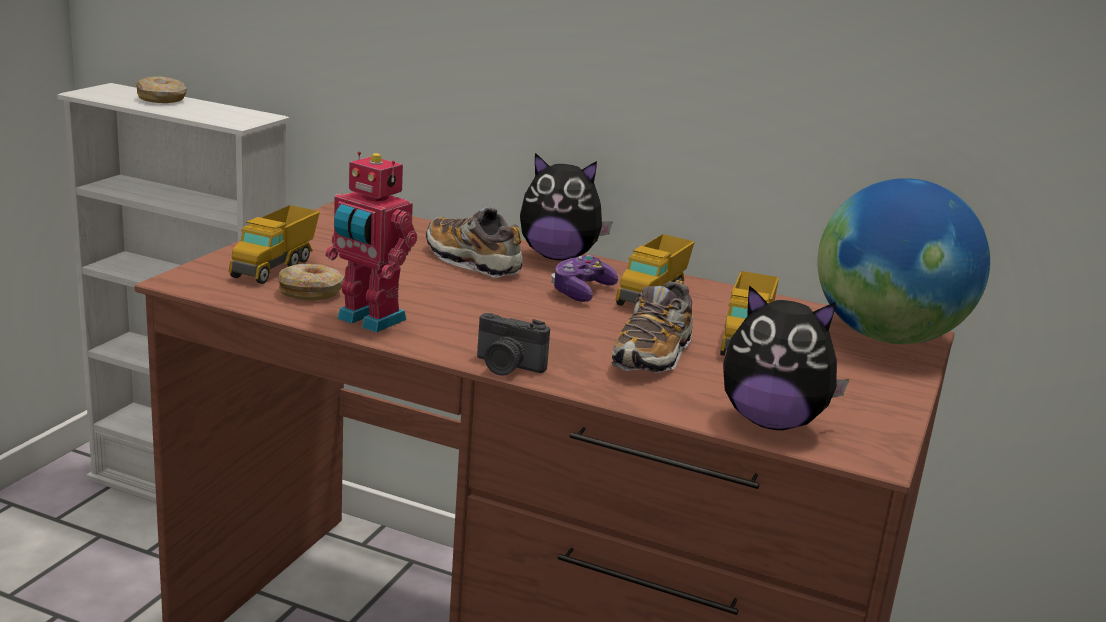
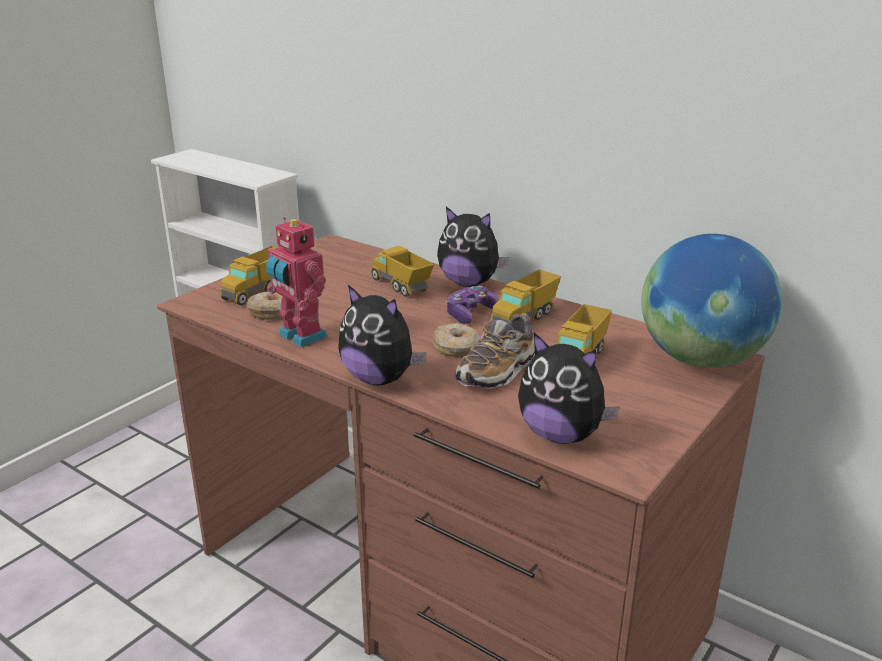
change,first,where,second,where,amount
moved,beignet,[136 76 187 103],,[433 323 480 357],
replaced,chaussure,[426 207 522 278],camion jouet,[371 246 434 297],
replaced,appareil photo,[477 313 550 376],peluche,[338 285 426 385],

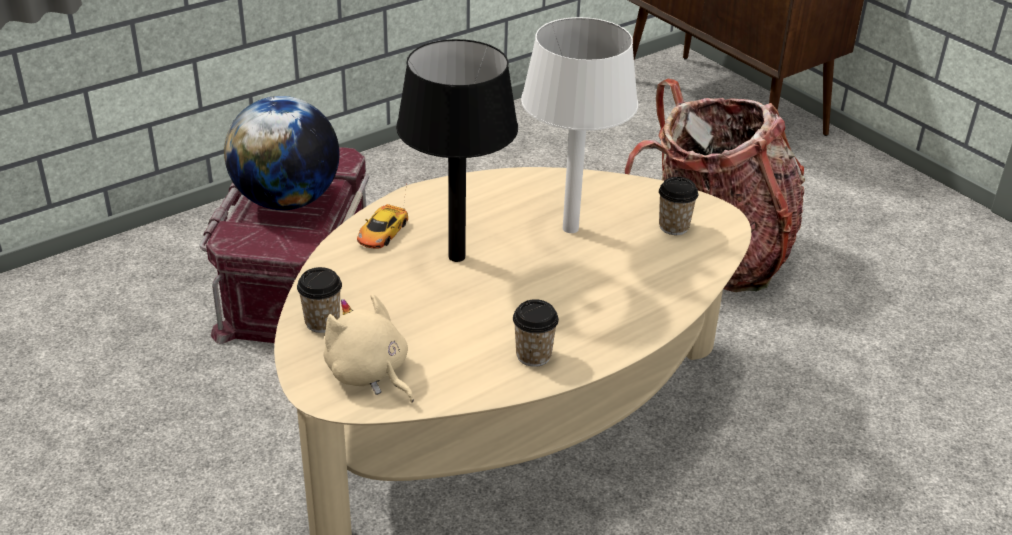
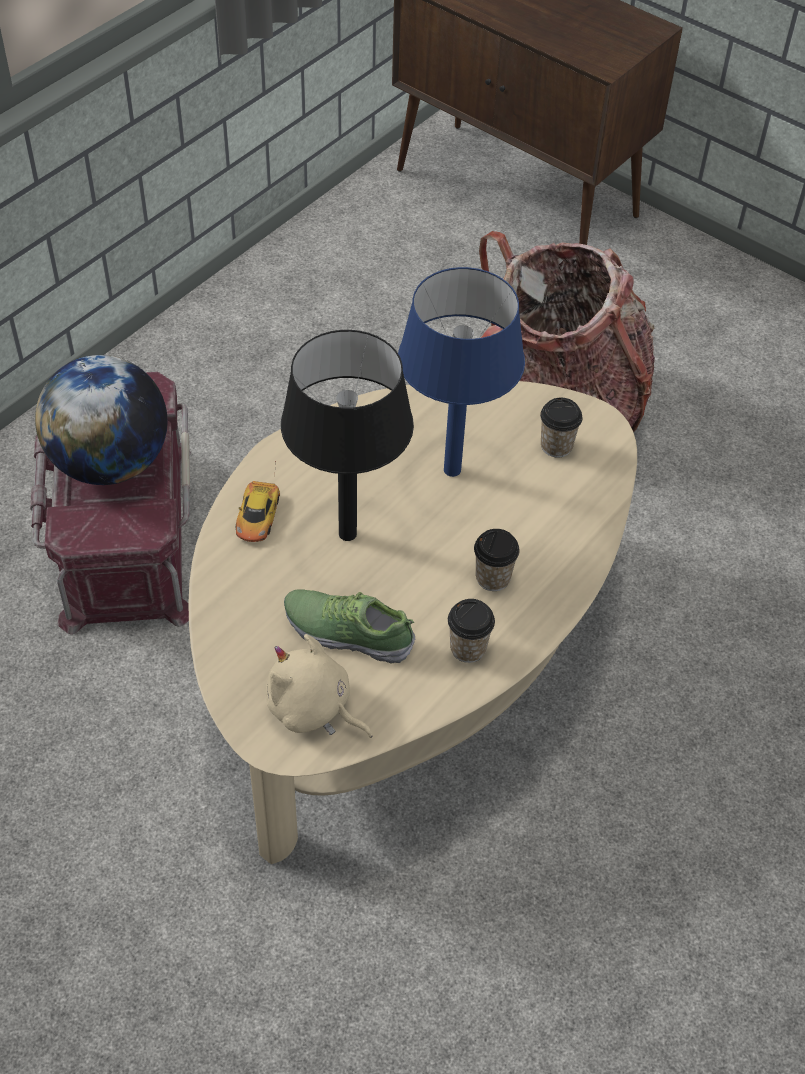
change,first,where,second,where,amount
added,,,chaussure,[284 589 415 663],
moved,tasse,[297 267 342 333],,[474 529 519 591],
recoloured,lampe de table (blanc),[521 17 638 233],lampe de table (bleu),[398 267 525 477],

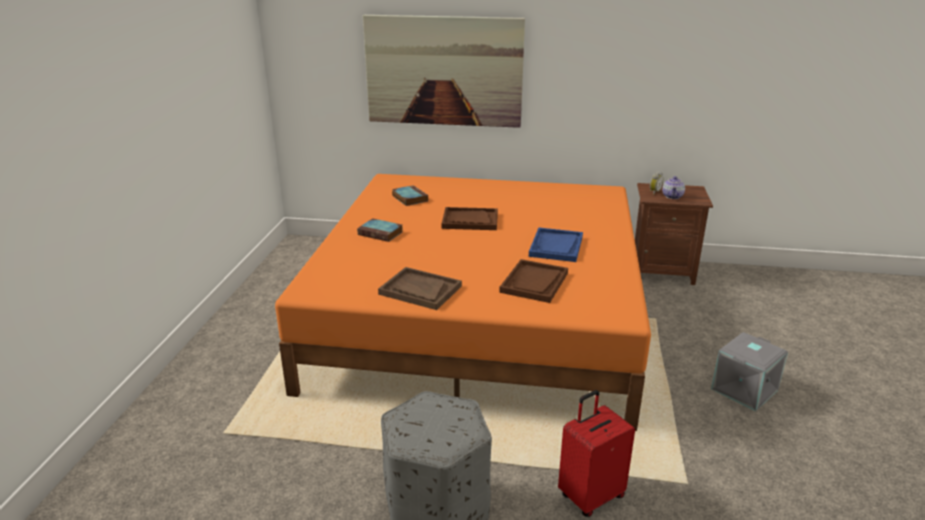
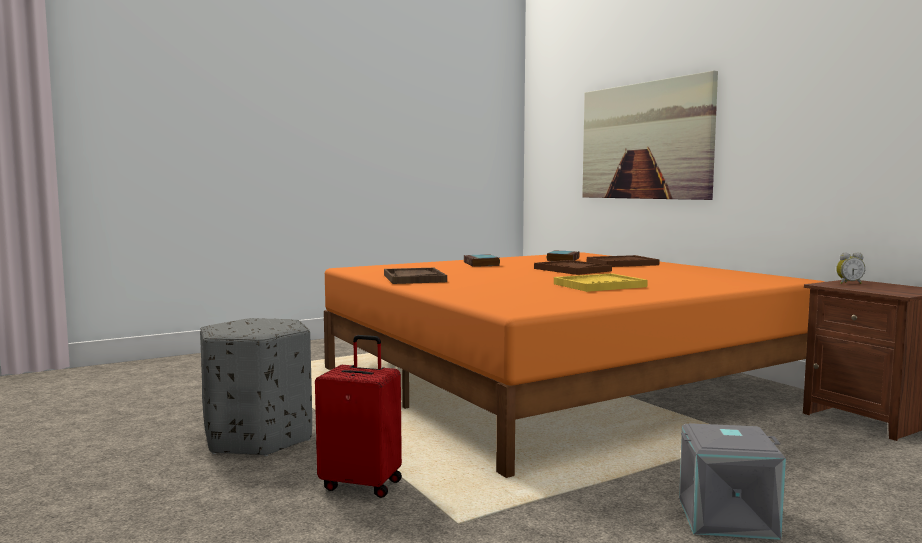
change,first,where,second,where,amount
removed,théière,[662 176 685 199],,,
moved,plateau (marron),[499 259 568 303],,[587 255 660 267],
recoloured,plateau (bleu),[529 228 583 262],plateau (jaune),[554 273 648 292],

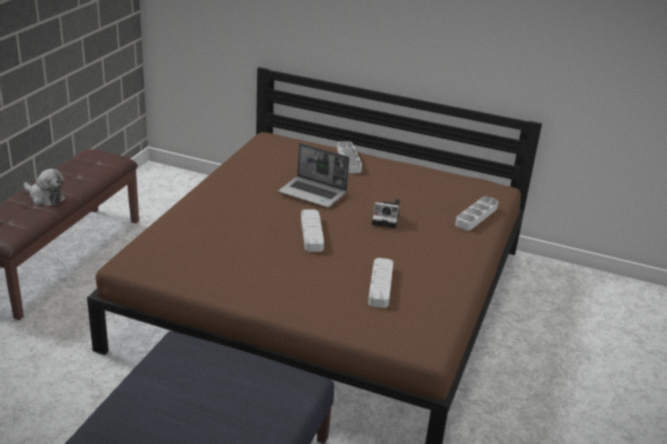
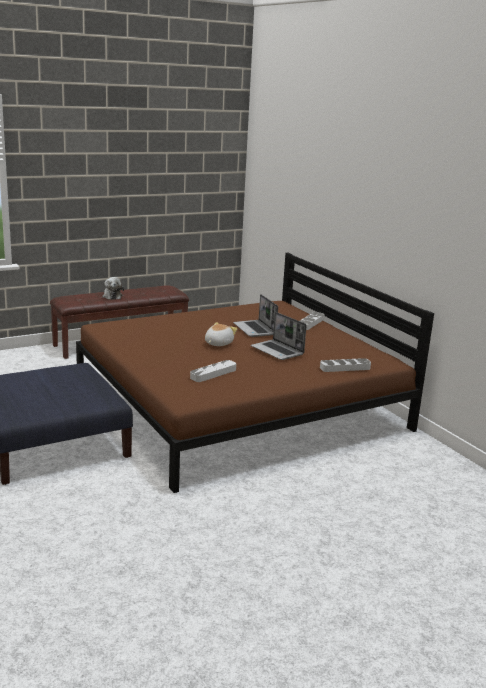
change,first,where,second,where,amount
replaced,plateau (gris),[301 209 324 252],peluche,[205 322 237 346],
replaced,appareil photo,[372 199 400 228],ordinateur portable,[251 312 307 360],

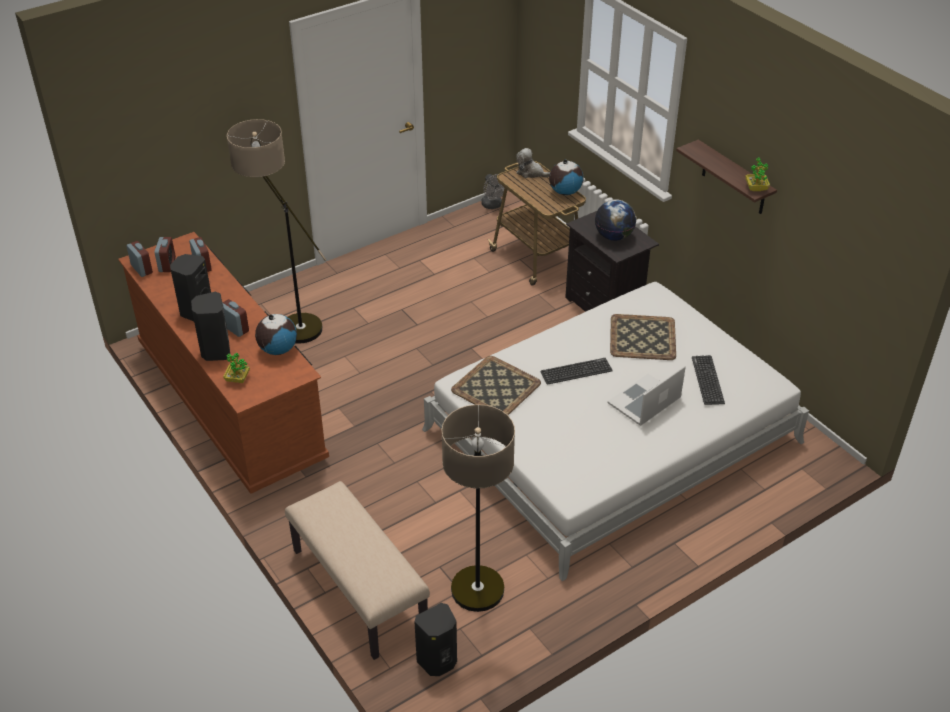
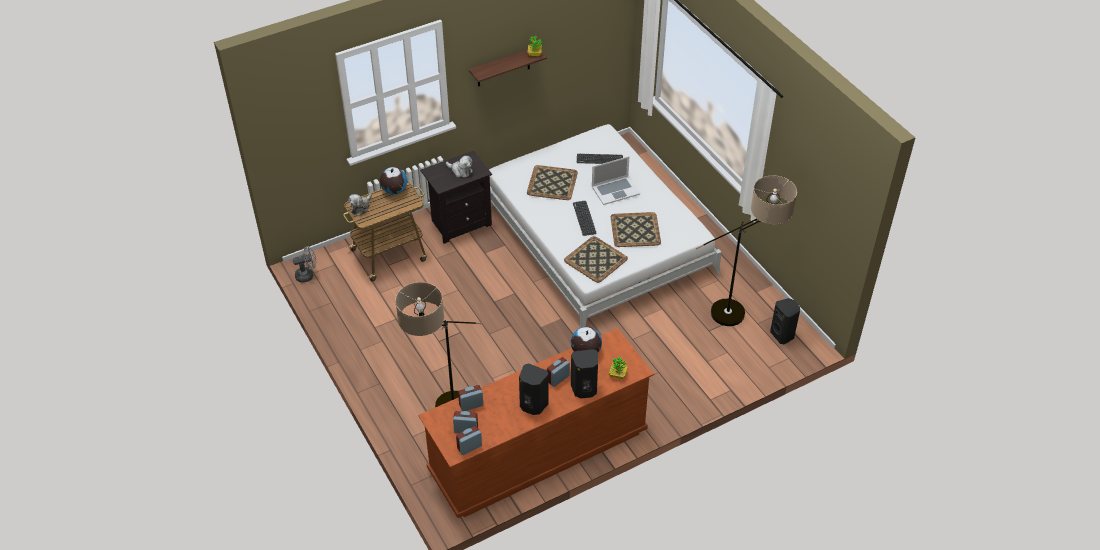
change,first,where,second,where,amount
removed,banc (beige),[285 481 430 660],,,
added,,,plateau,[611 212 661 247],
replaced,globe,[595 199 636 241],peluche,[446 156 473 177],
turned,ordinateur portable,[608 366 686 426],,[592 156 640 205],75 degrees counterclockwise

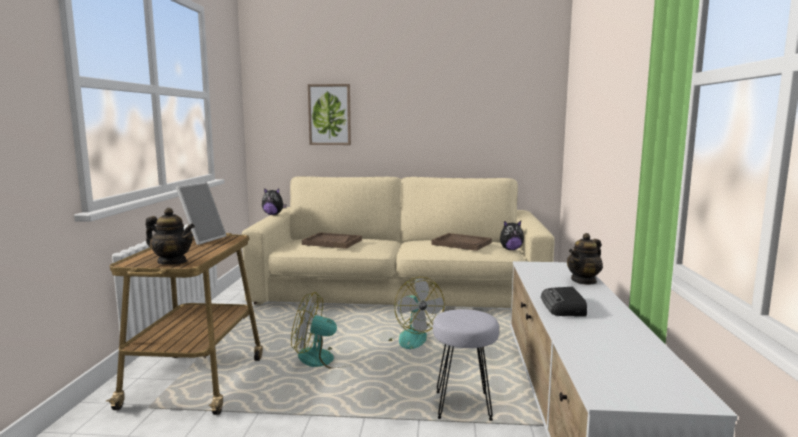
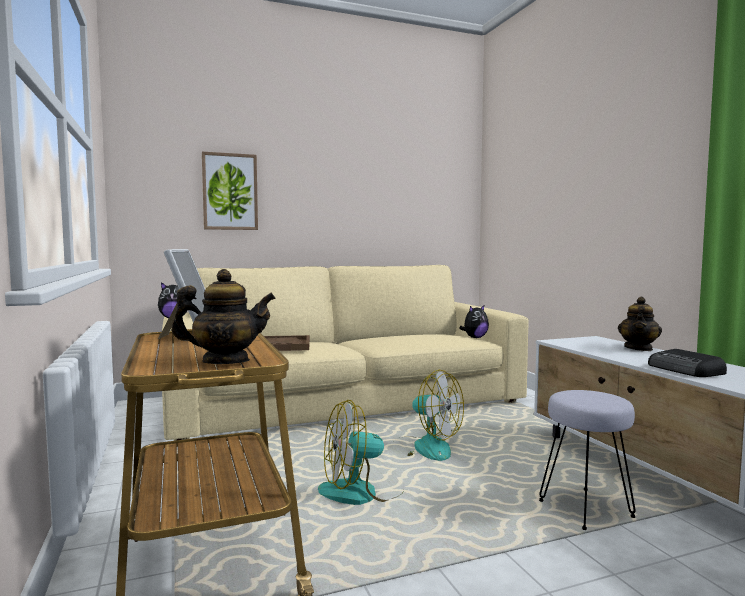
change,first,where,second,where,amount
removed,plateau (marron),[431 233 492 251],,,

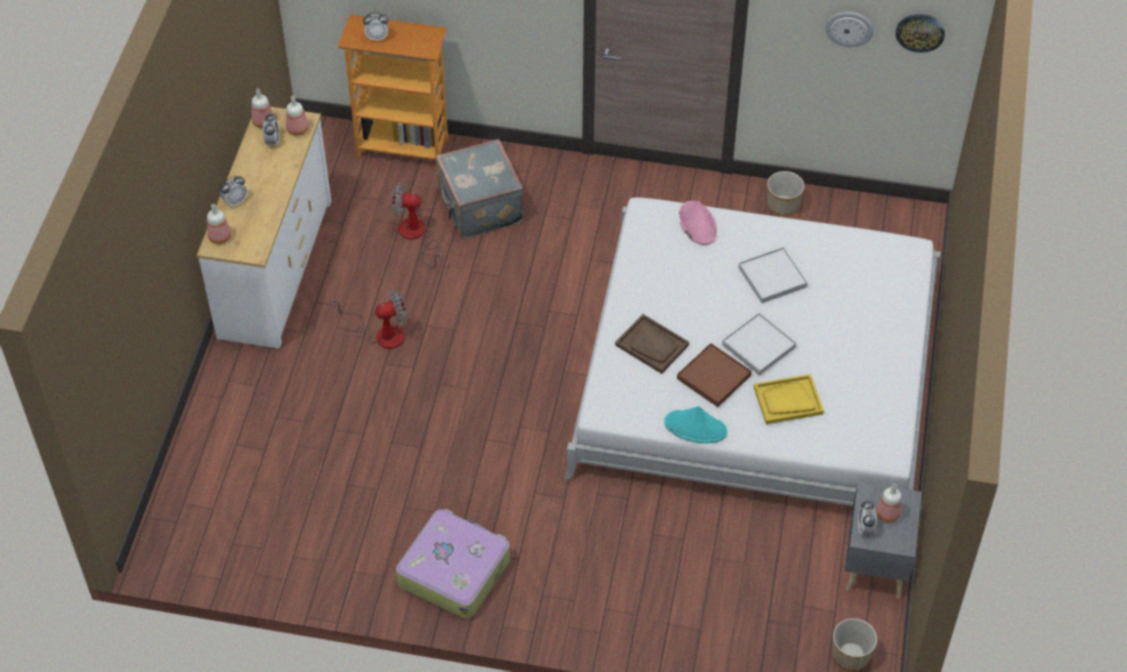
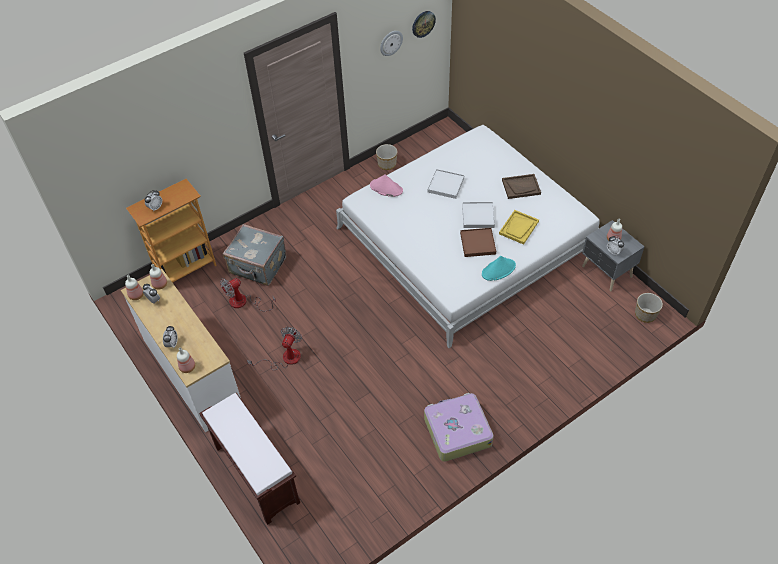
change,first,where,second,where,amount
added,,,banc (marron),[199 393 300 525],
moved,plateau (marron),[615 314 689 374],,[502 174 541 199],

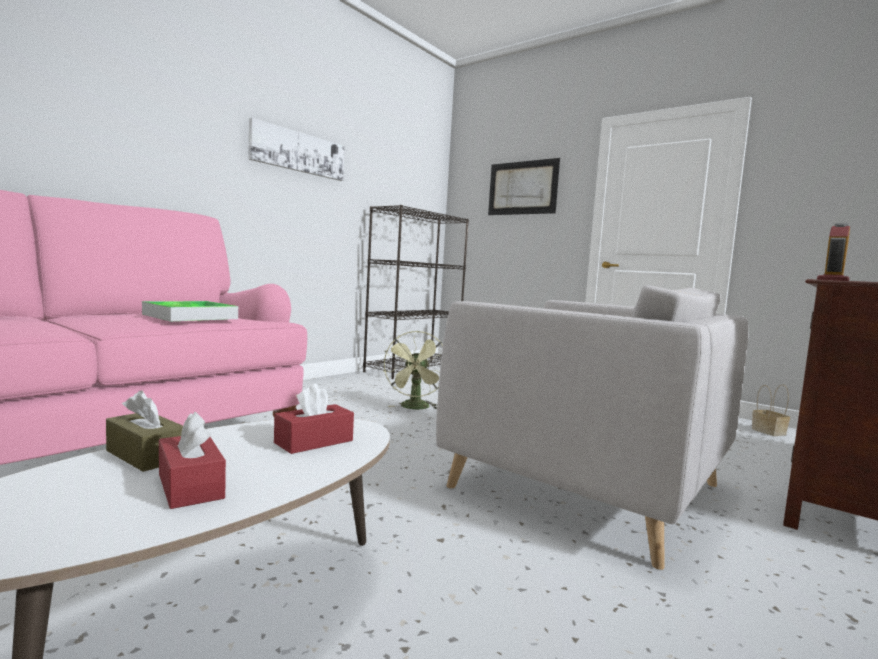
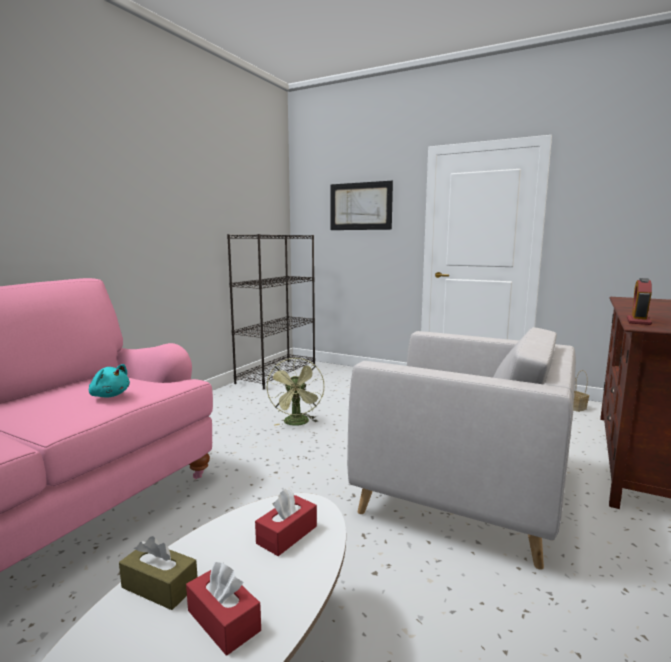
change,first,where,second,where,amount
removed,tableau,[248 118 345 181],,,
replaced,plateau,[142 301 238 321],peluche (turquoise),[89 364 130 398],

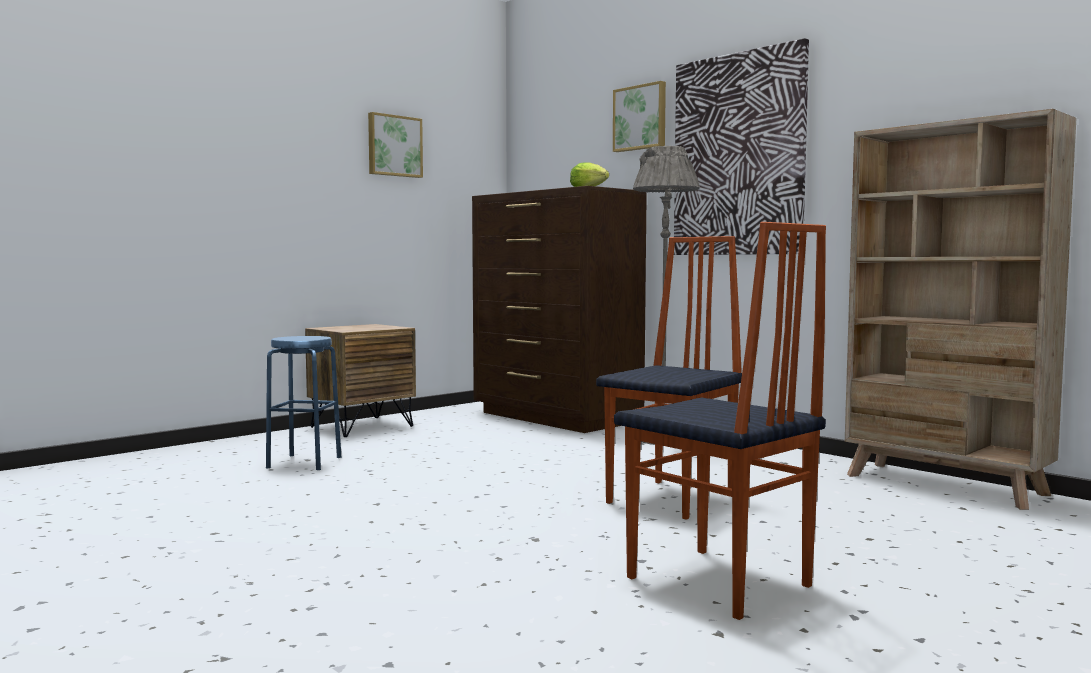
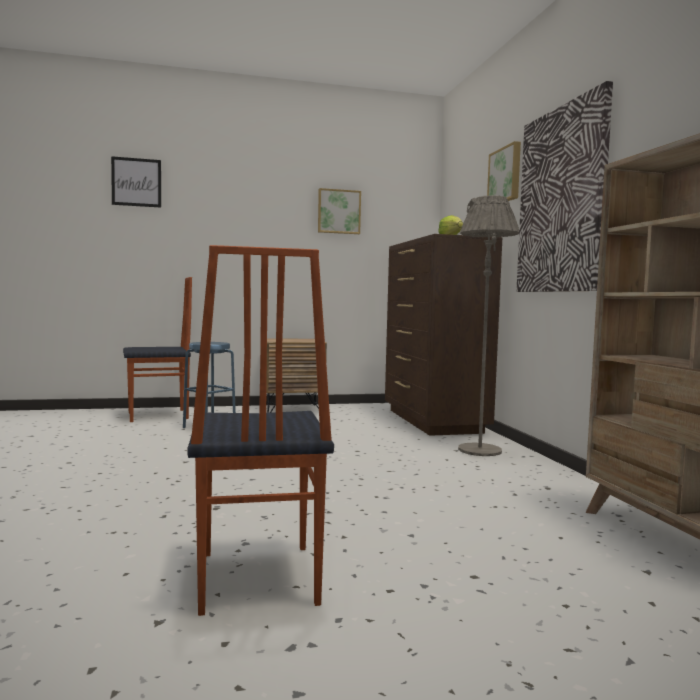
change,first,where,second,where,amount
added,,,tableau,[111 156 161 208],
moved,chaise,[596 236 742 520],,[123 277 192 422],

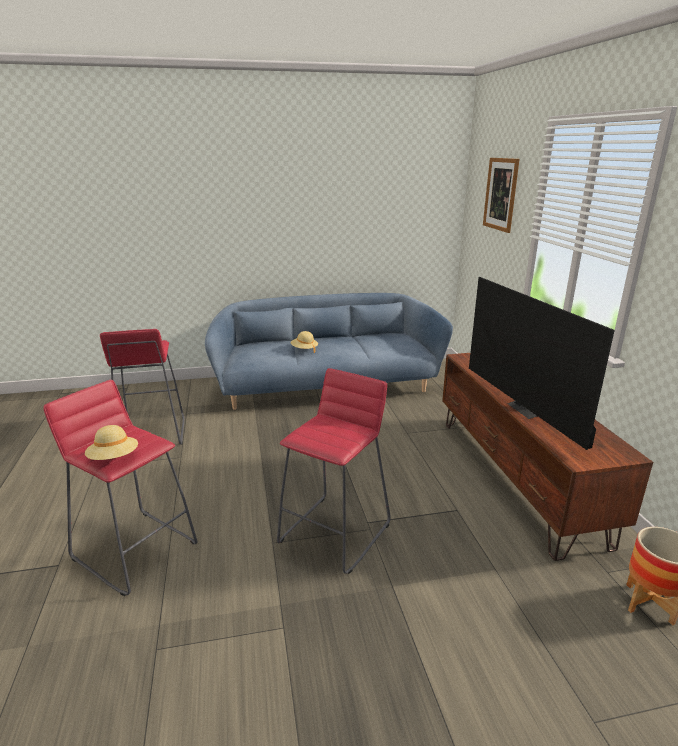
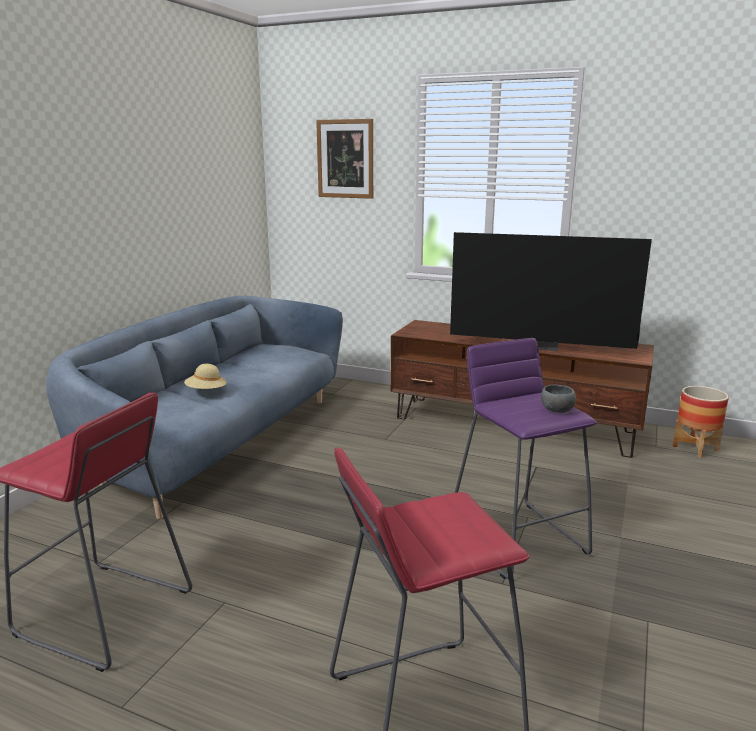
change,first,where,second,where,amount
removed,chapeau (beige),[85 425 138 460],,,
added,,,bol (gris),[541 385 576 413],
recoloured,tabouret (rouge),[277 368 391 574],tabouret (violet),[455 338 597 579],

